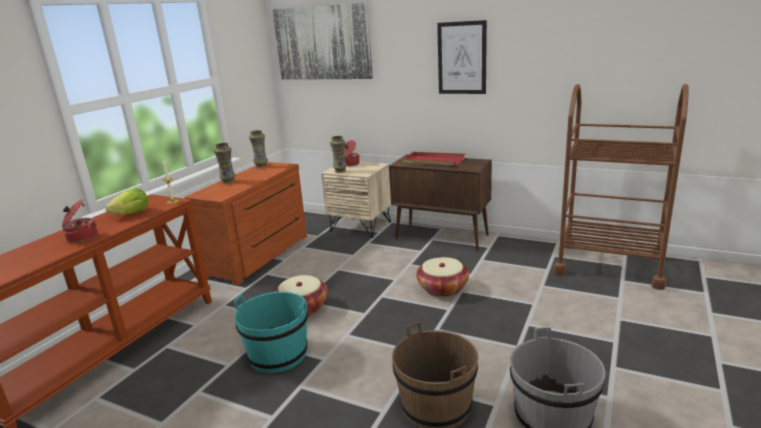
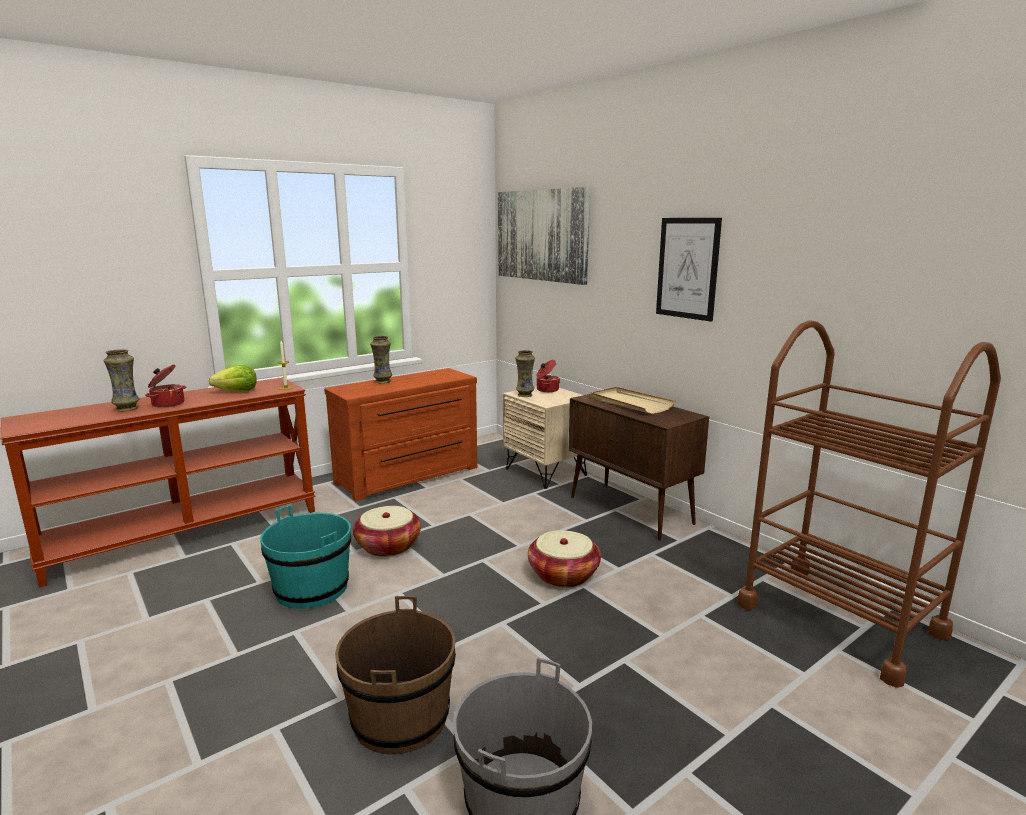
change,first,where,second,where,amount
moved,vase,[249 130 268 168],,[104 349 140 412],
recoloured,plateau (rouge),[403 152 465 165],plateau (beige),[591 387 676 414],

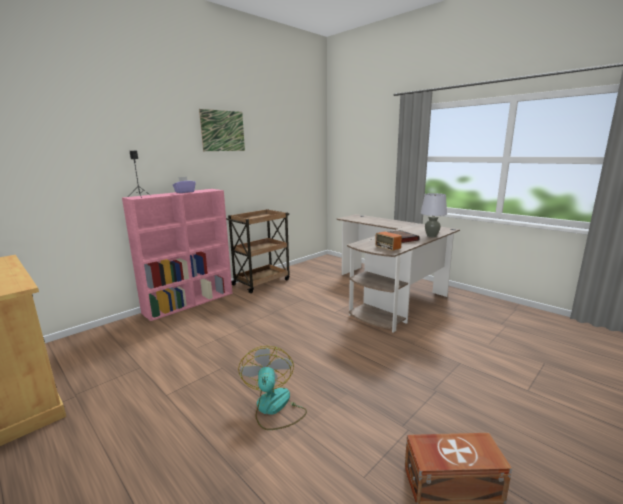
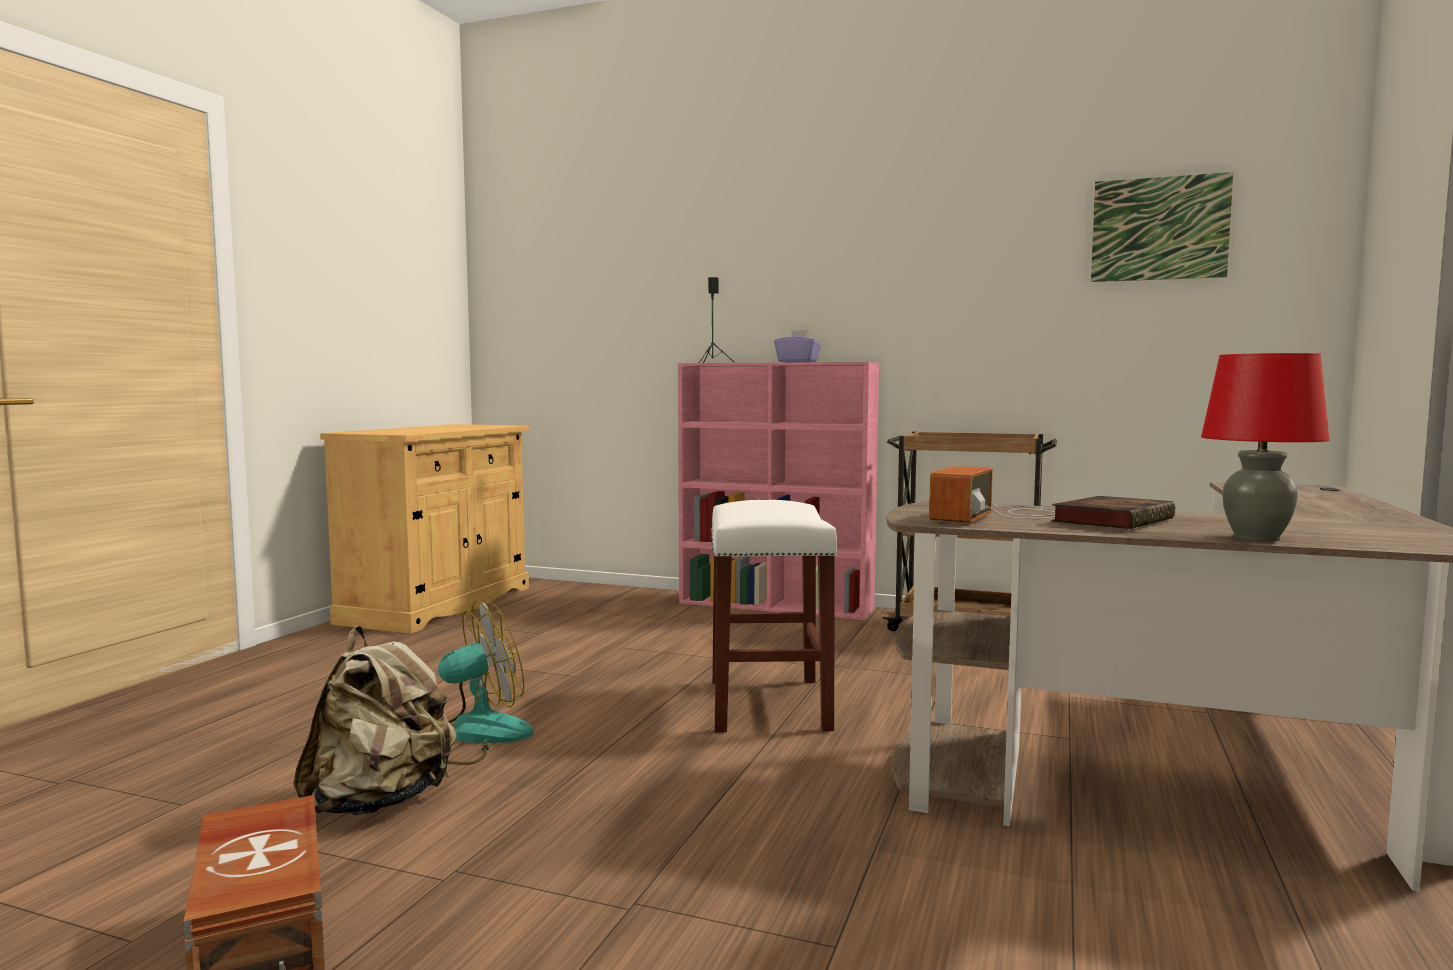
change,first,where,second,where,amount
added,,,sac à dos (beige),[293 626 457 815],
added,,,tabouret (blanc),[711 500 838 733],
moved,tableau,[199 109 245 151],,[1091 172 1233 282],
recoloured,lampe de table (gris),[421 193 447 237],lampe de table (rouge),[1201 353 1330 542],

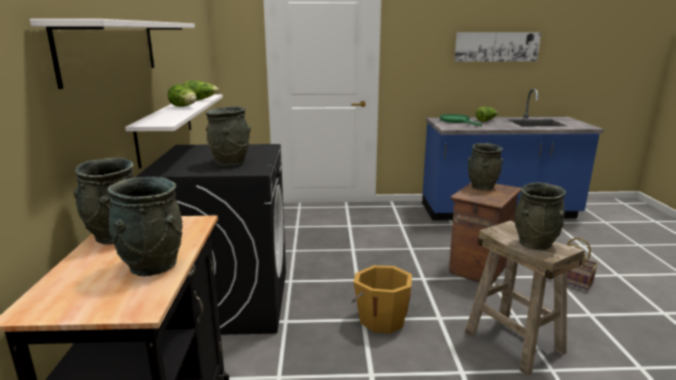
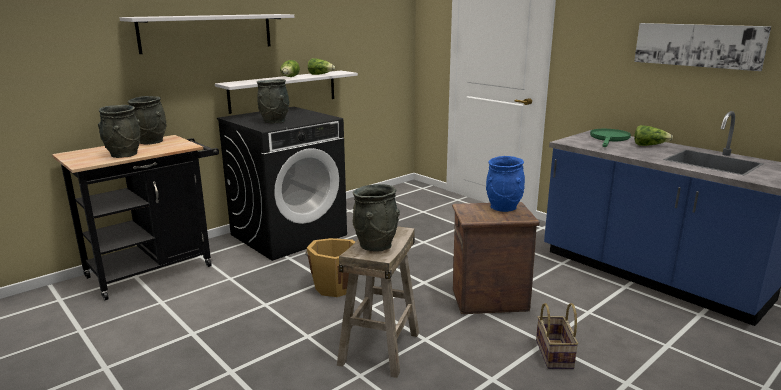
change,first,where,second,where,amount
recoloured,vase (gris),[468 143 503 190],vase (bleu),[486 156 525 212],

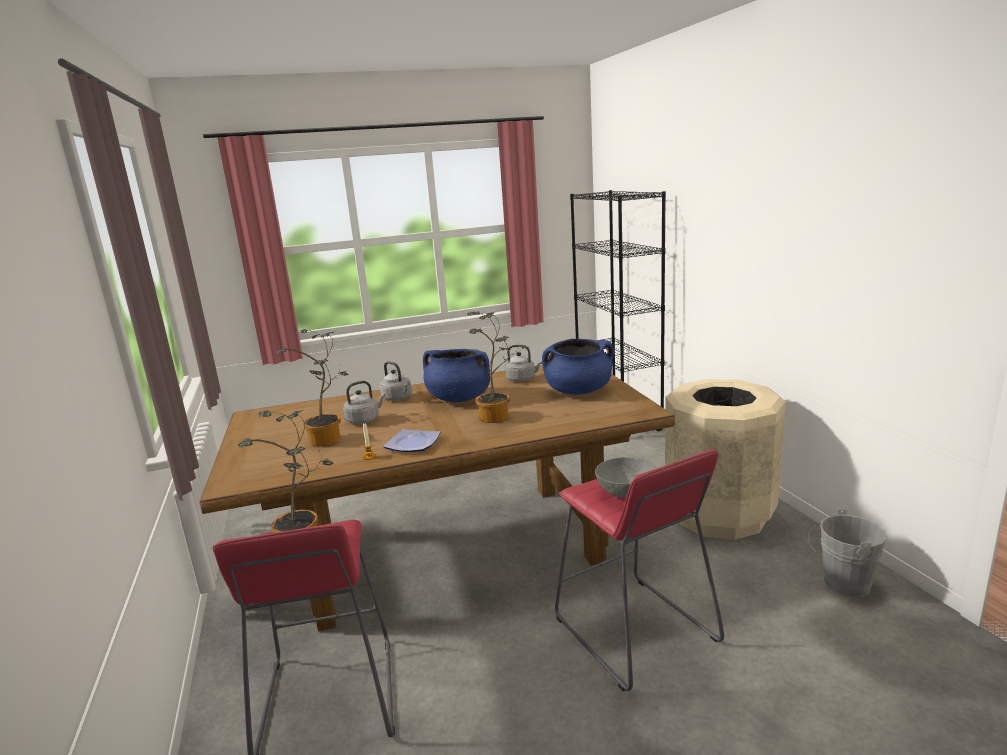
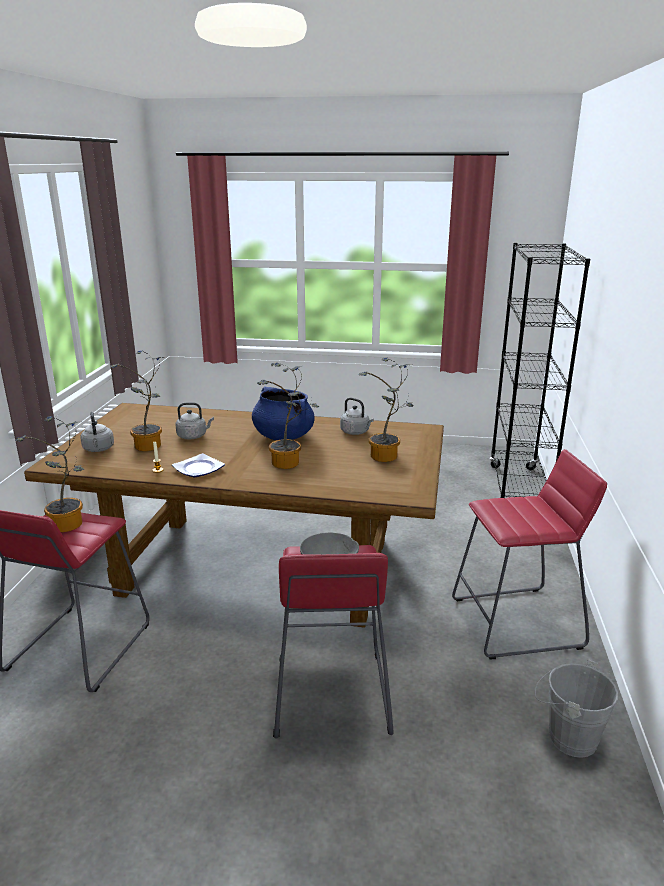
change,first,where,second,where,amount
moved,bouilloire (gris),[380 361 412 401],,[80 412 114 452],
replaced,marmite (bleu),[542 338 614 395],plante en pot,[359 357 414 462],
replaced,poubelle (beige),[665 379 786 540],tabouret (rouge),[452 449 607 660],

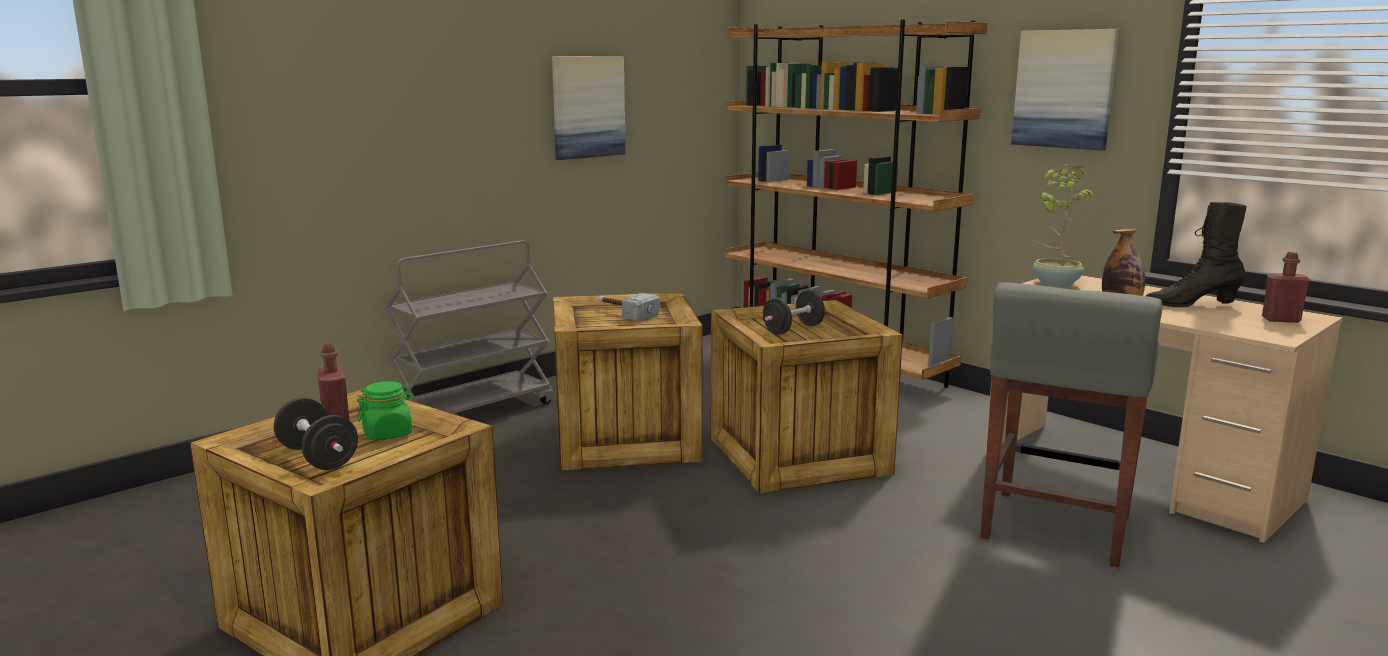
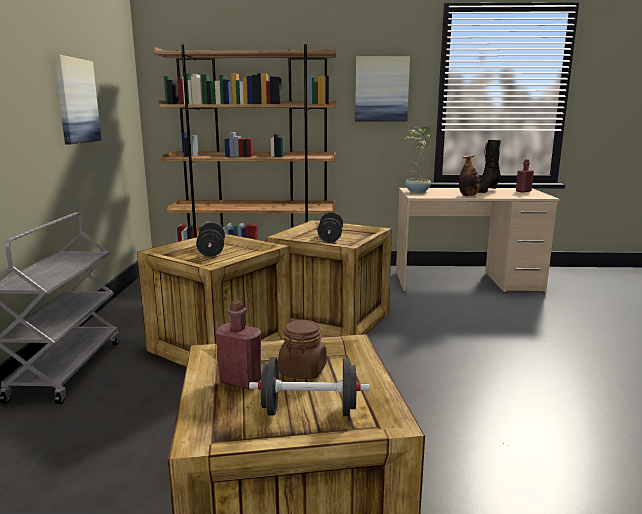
change,first,where,second,where,amount
removed,tabouret (gris),[980 282 1162 568],,,
replaced,marteau,[598 293 660 321],haltère (noir),[196 222 225 257],
recoloured,bocal (vert),[357 381 415 440],bocal (marron),[278 320 326 379],

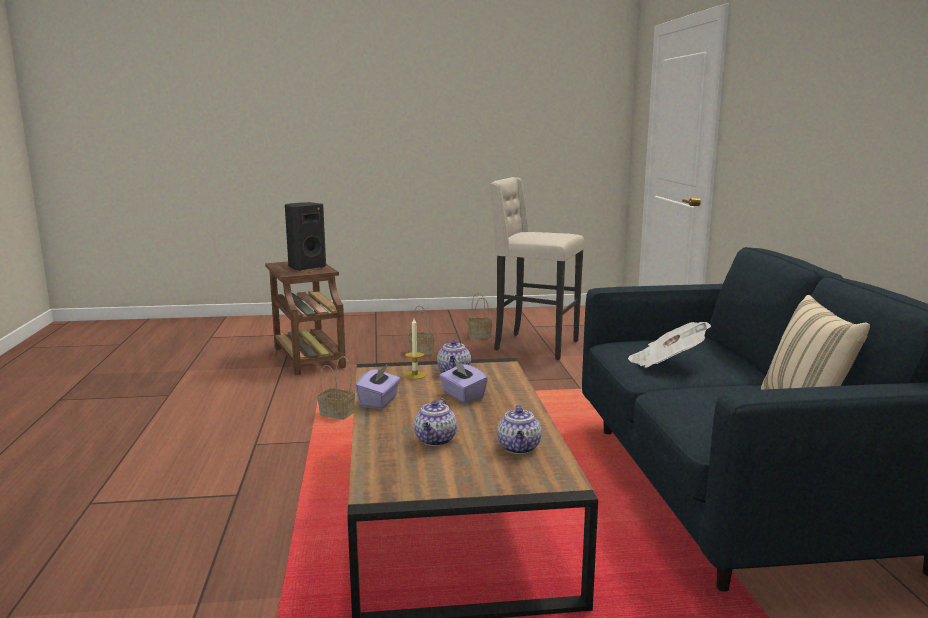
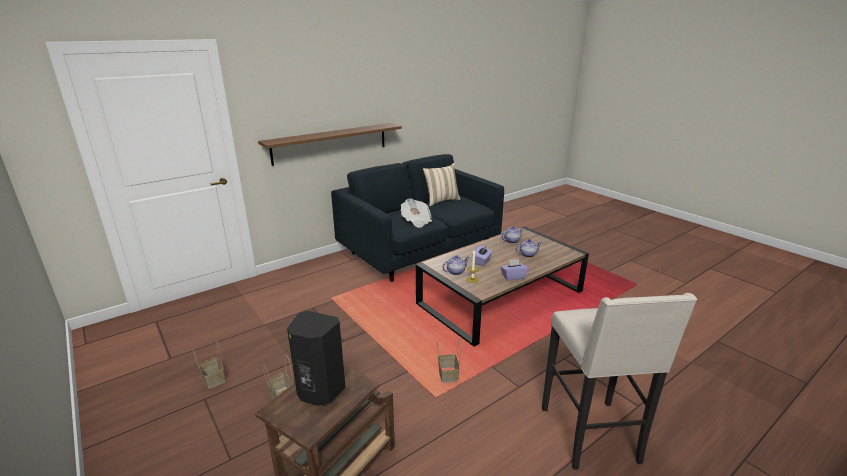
change,first,where,second,where,amount
added,,,étagère (marron),[258 123 402 166],
moved,tabouret (beige),[490 177 584 360],,[542 293 697 470],

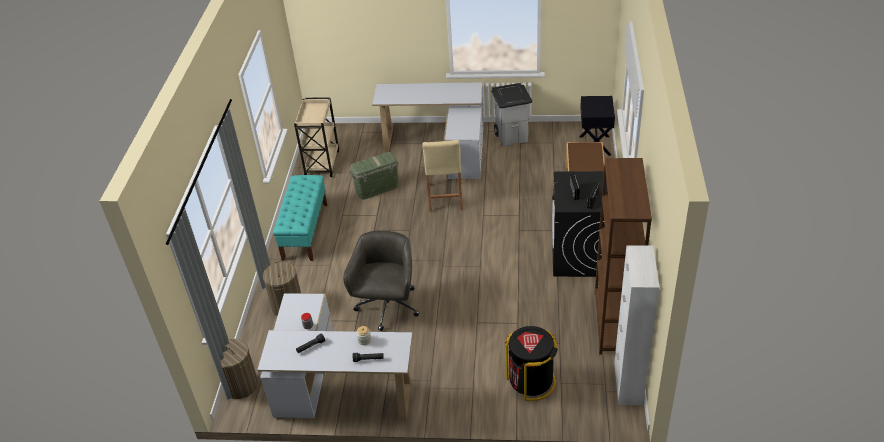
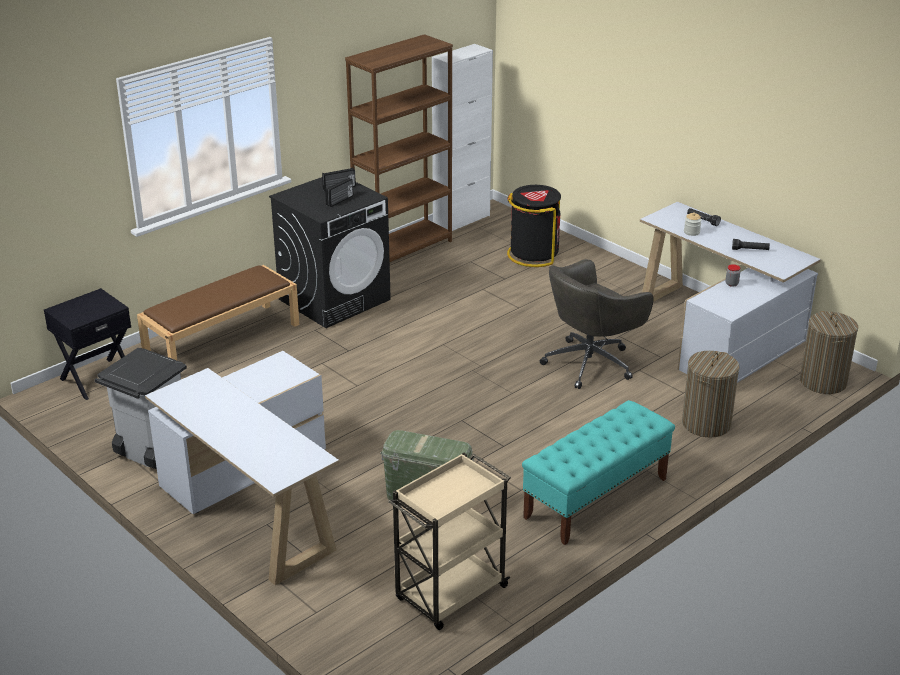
change,first,where,second,where,amount
removed,tabouret (beige),[422 140 463 212],,,

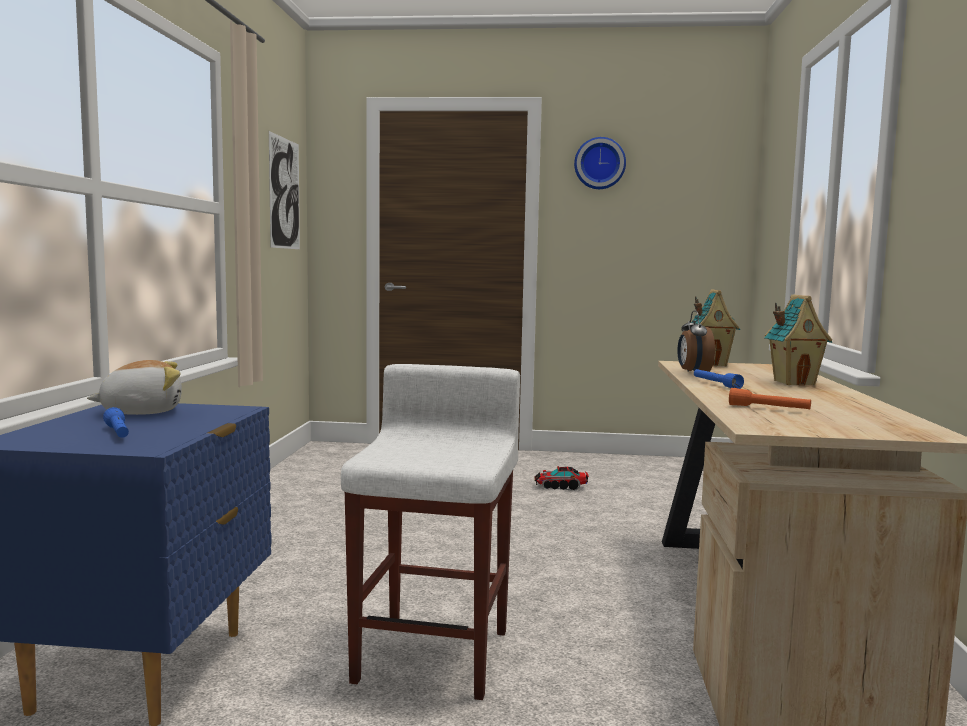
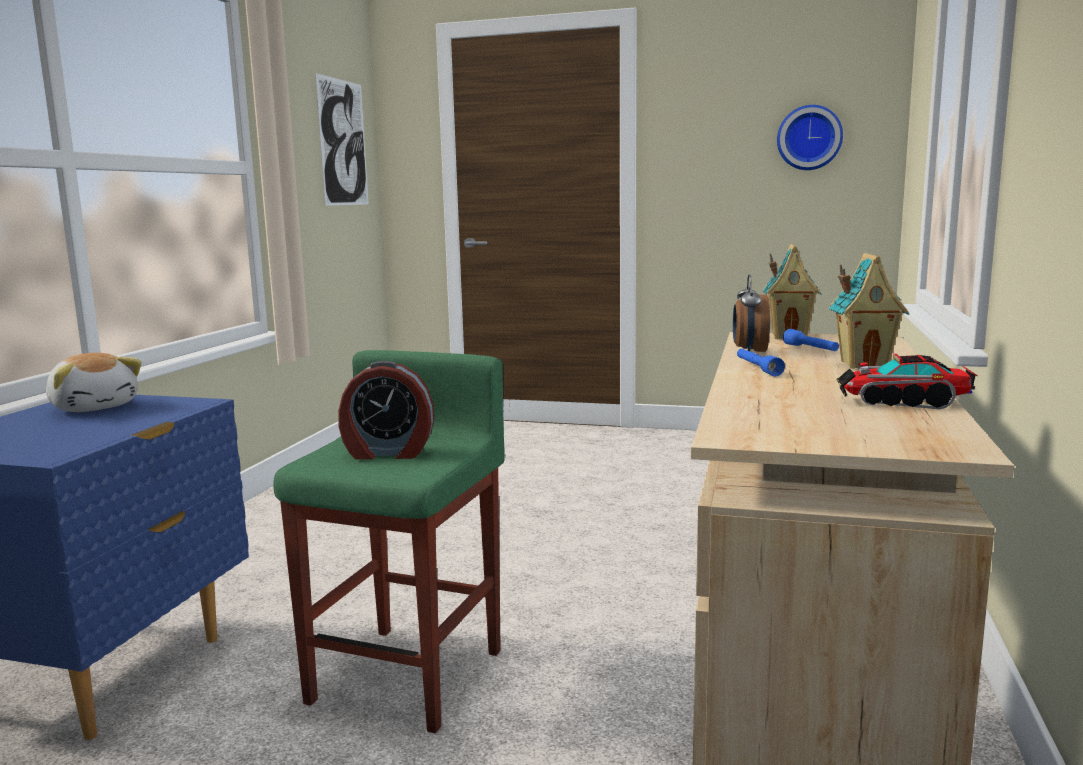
change,first,where,second,where,amount
removed,lampe de poche (orange),[729 388 811 409],,,
added,,,réveil,[338 361 434 459],
moved,lampe de poche (bleu),[103 407 129 438],,[783 329 839 351],
moved,camion jouet,[534 466 589 491],,[836 353 978 409],
moved,horloge murale,[574 137 626 189],,[777 105 843 170],
recoloured,tabouret (blanc),[341 364 520 700],tabouret (vert),[273 350 505 733],
turned,peluche,[87 360 182 415],,[46 353 142 412],60 degrees clockwise

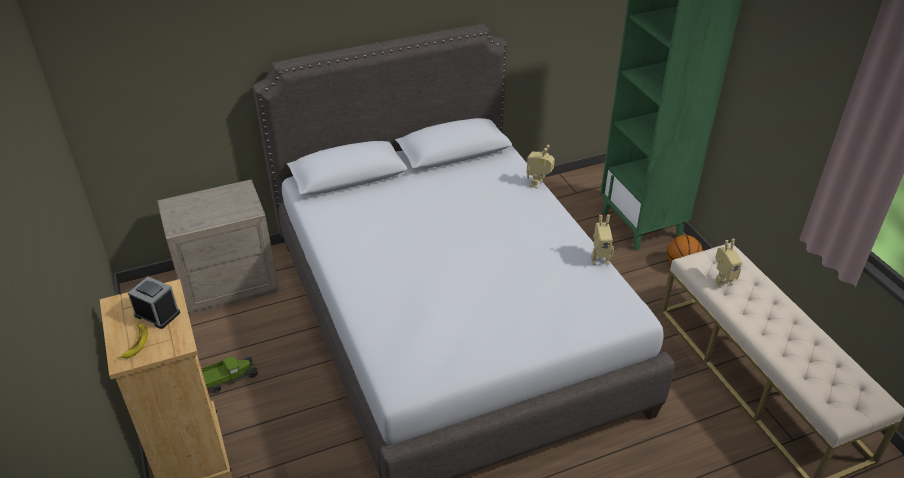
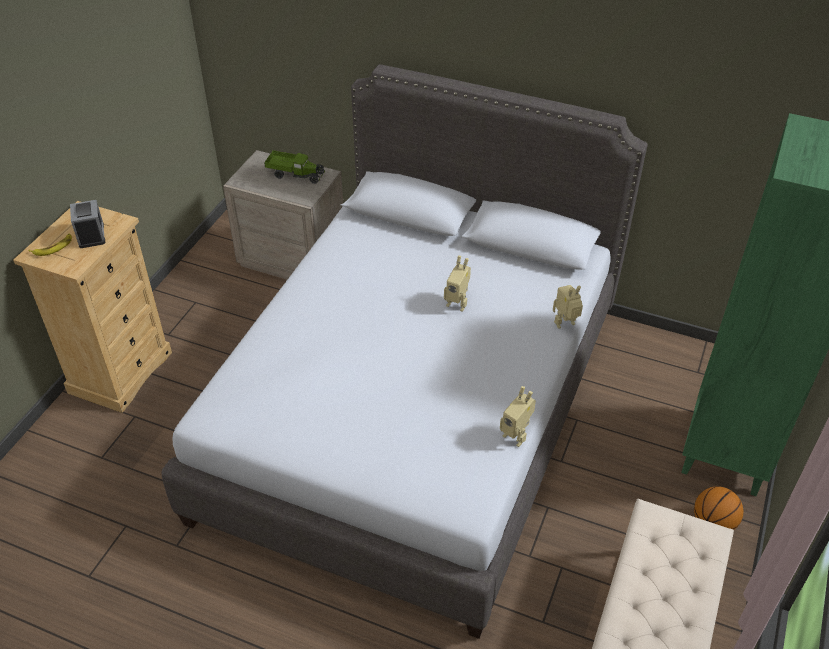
change,first,where,second,where,amount
moved,camion jouet,[201 355 258 393],,[264 150 324 184],
moved,robot jouet,[715 239 742 288],,[444 255 471 312],

